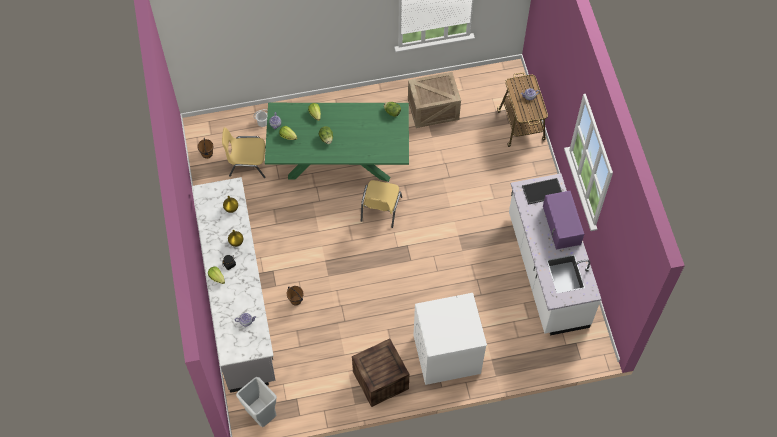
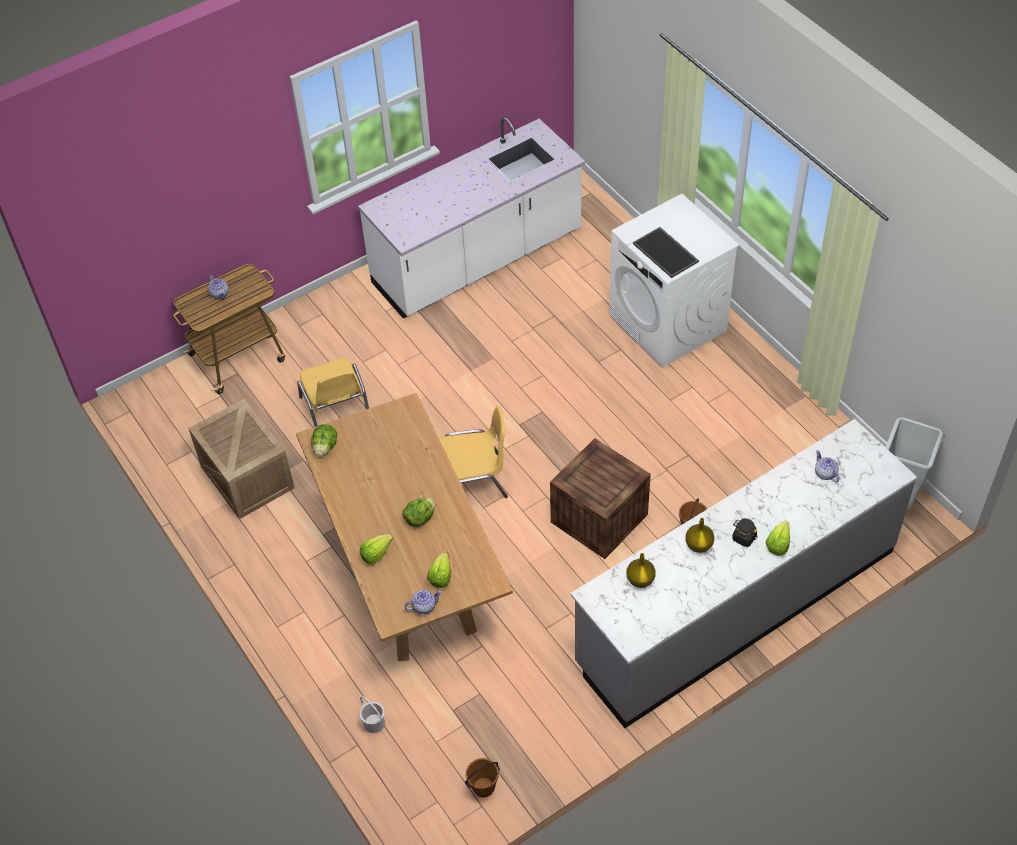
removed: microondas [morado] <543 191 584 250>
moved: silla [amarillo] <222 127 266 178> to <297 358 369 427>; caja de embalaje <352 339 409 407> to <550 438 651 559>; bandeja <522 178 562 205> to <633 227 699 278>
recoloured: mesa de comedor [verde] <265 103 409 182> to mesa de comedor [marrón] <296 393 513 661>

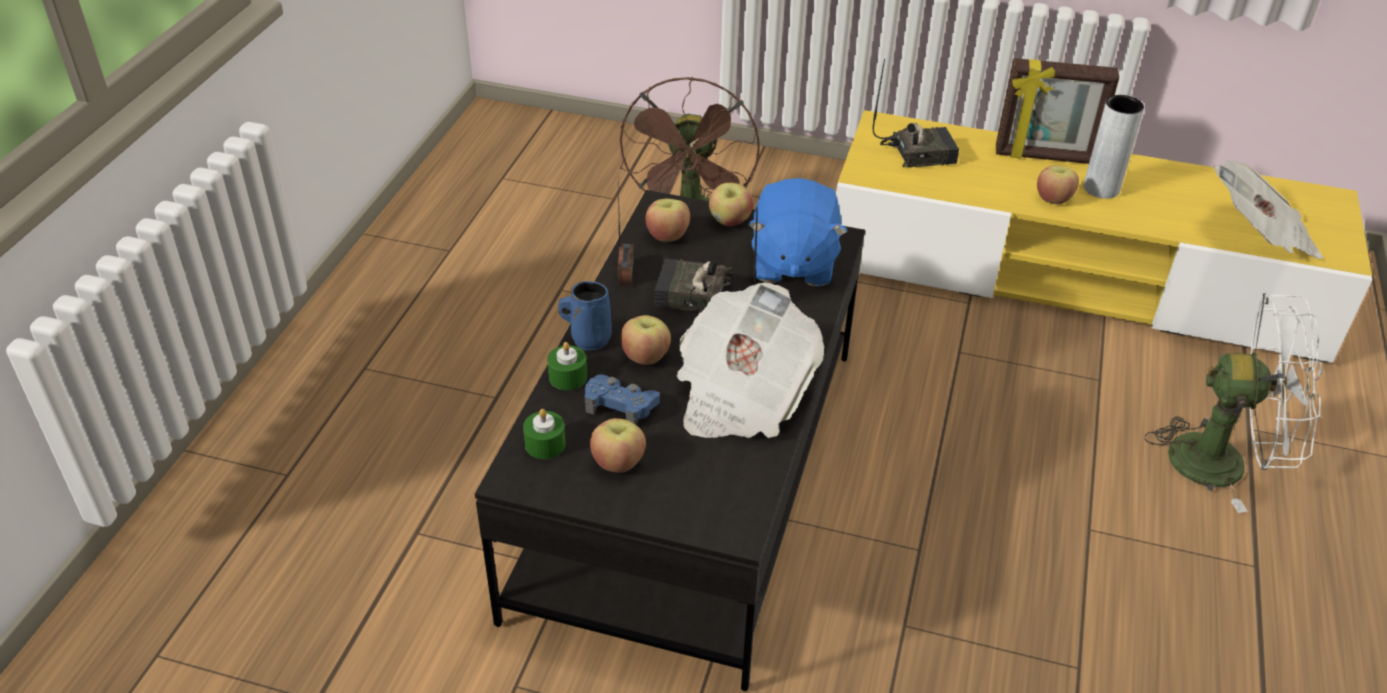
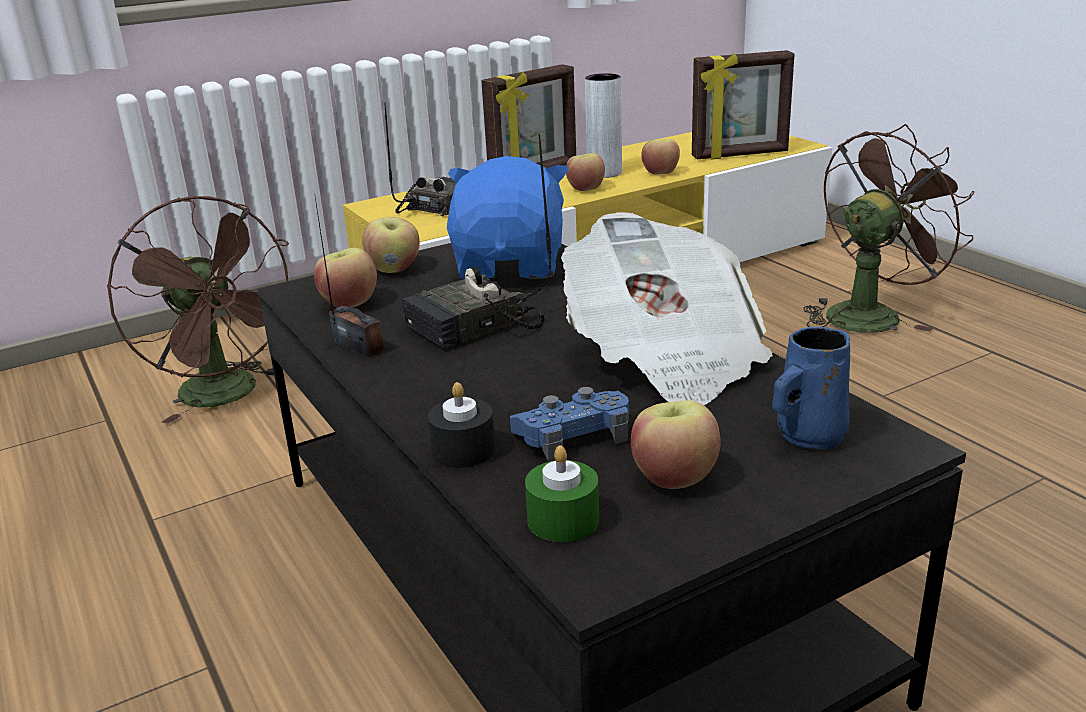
moved: taza grande [azul] <558 281 612 351> to <772 327 850 449>; manzana <621 315 671 365> to <641 139 680 175>
replaced: periódico <1214 160 1323 259> to portarretratos <692 50 794 160>
recoloured: vela [verde] <547 342 587 390> to vela [negro] <428 382 495 468>; ventilador [blanco] <1145 293 1323 513> to ventilador [marrón] <803 124 974 333>
turned: peluche [azul] <748 178 848 286> = <447 156 569 279> 135 degrees counterclockwise

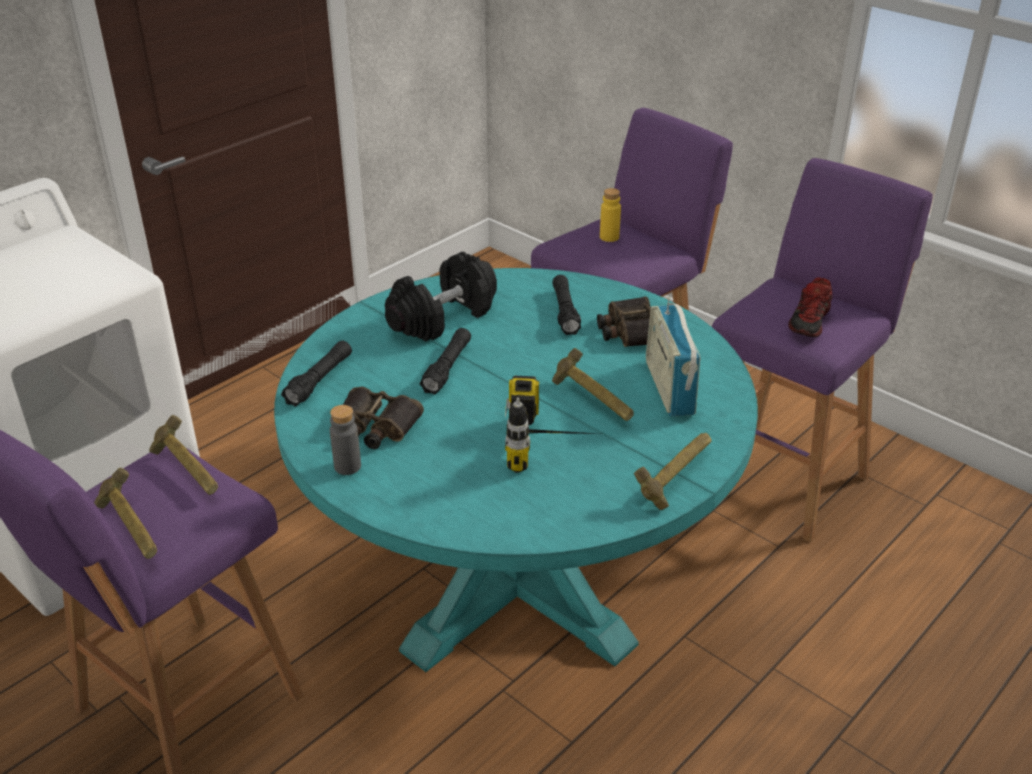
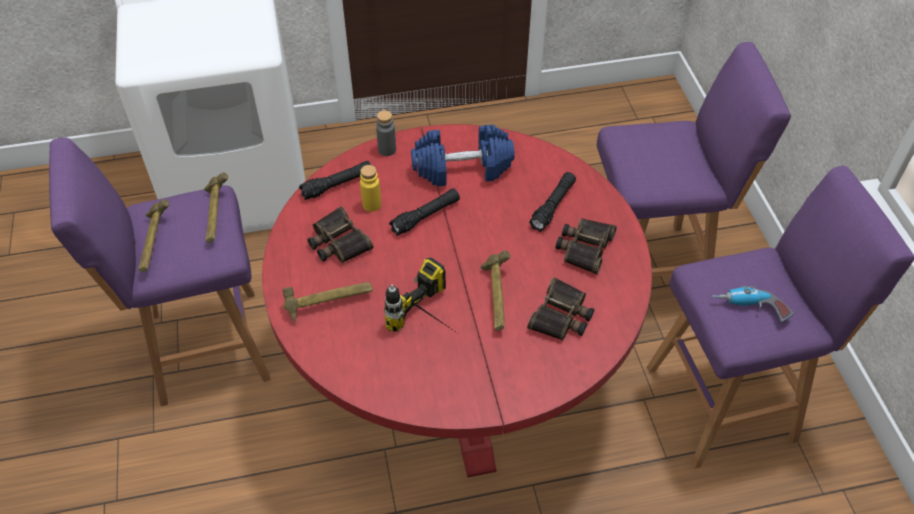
moved: botella [gris] <330 405 361 475> to <376 110 396 156>; botella [amarillo] <600 188 621 242> to <360 165 381 212>; martillo <634 433 712 510> to <283 282 372 322>
replaced: radio <646 297 701 417> to prismáticos <527 277 594 341>; zapato <788 277 832 337> to taladro <712 286 794 323>
recoloured: mesa de comedor [turquesa] <274 268 758 672> to mesa de comedor [rojo] <262 124 652 478>; mancuerna [negro] <385 252 497 341> to mancuerna [azul] <411 125 515 186>

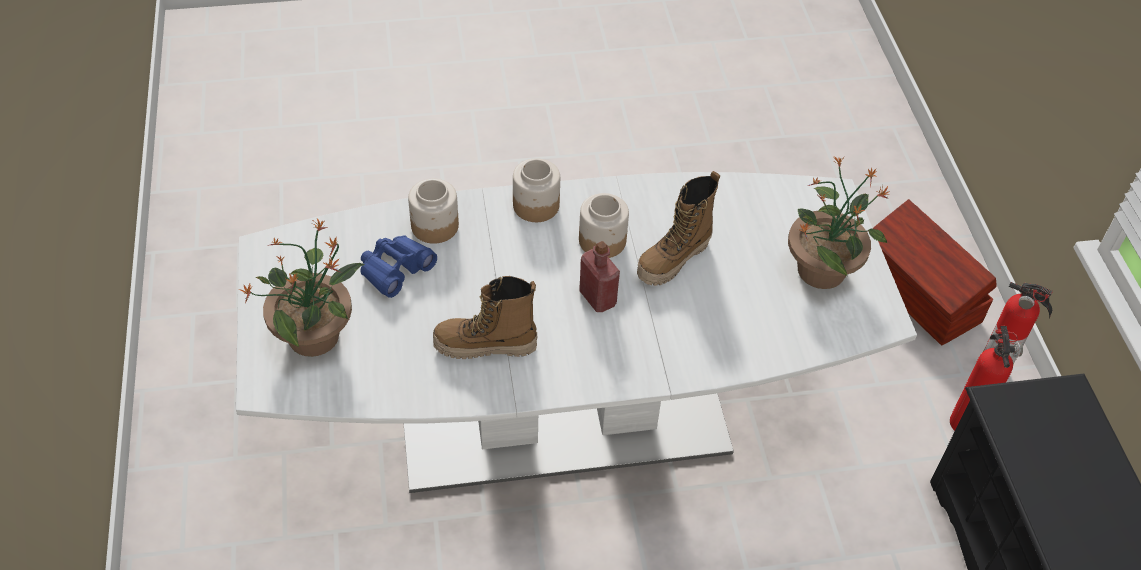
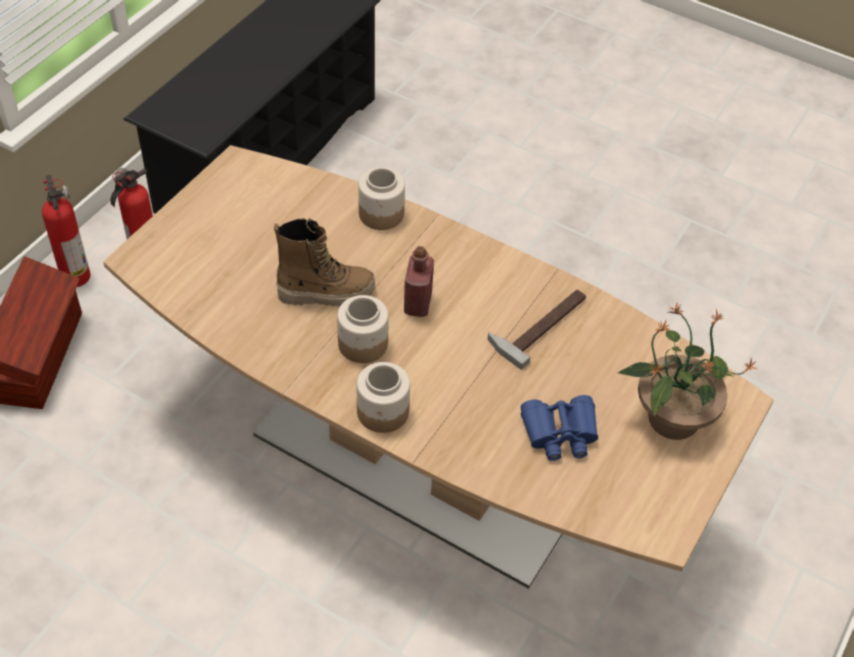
removed: planta en maceta <788 156 890 289>
moved: tarro <408 179 459 244> to <358 167 405 230>
replaced: bota <433 276 537 359> to martillo <487 290 586 370>
recoloured: mesa de comedor [blanco] <236 172 917 493> to mesa de comedor [marrón] <103 145 774 589>

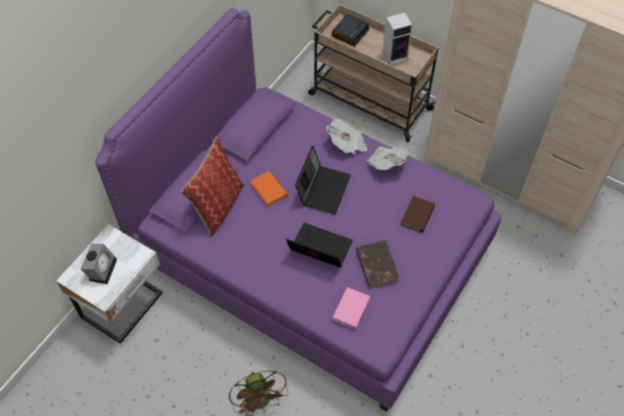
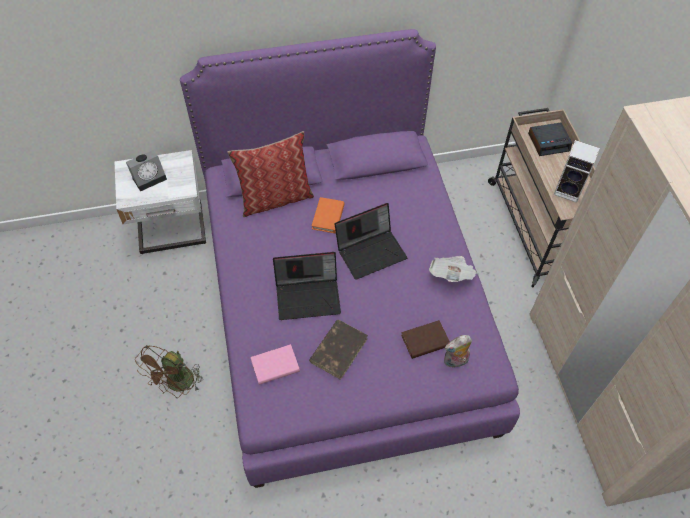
removed: periódico <326 119 368 154>
added: peluche <444 335 472 368>
turned: portátil <286 223 353 268> = <273 252 341 320> 105 degrees clockwise

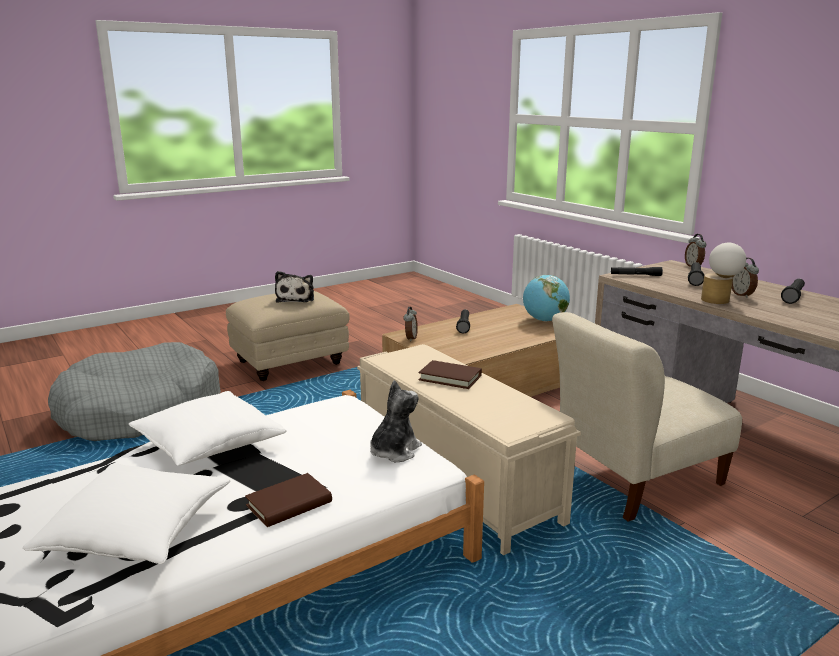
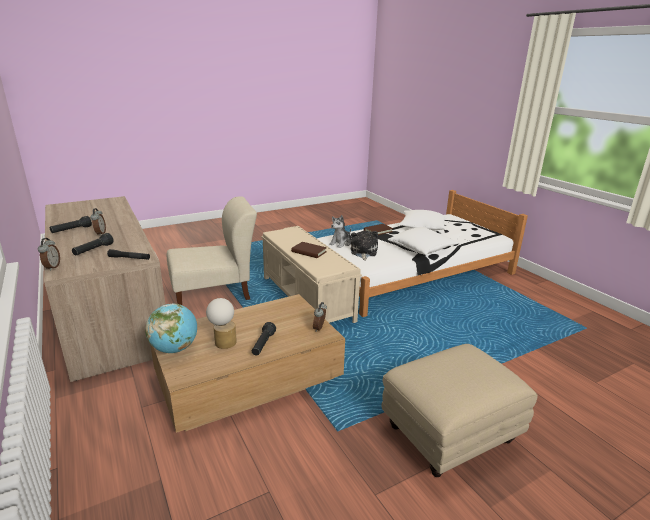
removed: cama para perro [gris] <48 342 221 441>
moved: peluche <275 271 314 302> to <351 231 378 260>; lámpara de mesa <701 243 746 304> to <206 298 237 349>

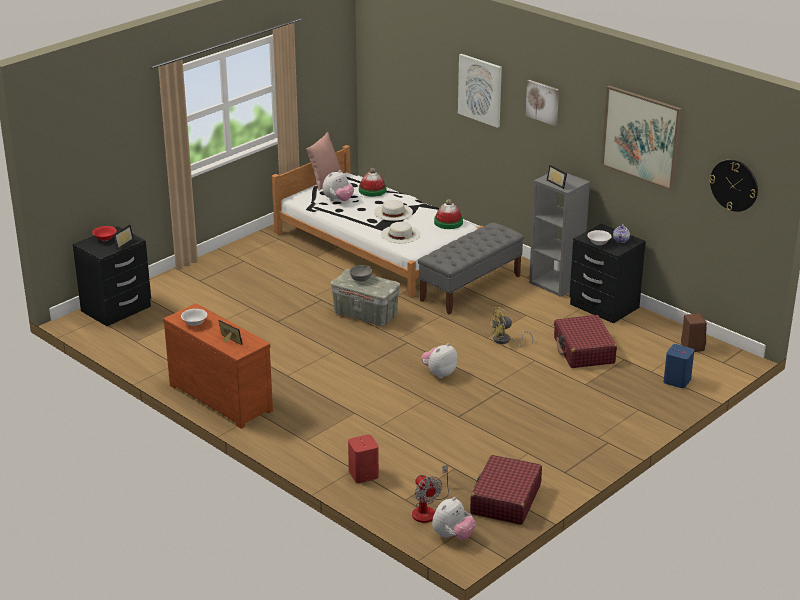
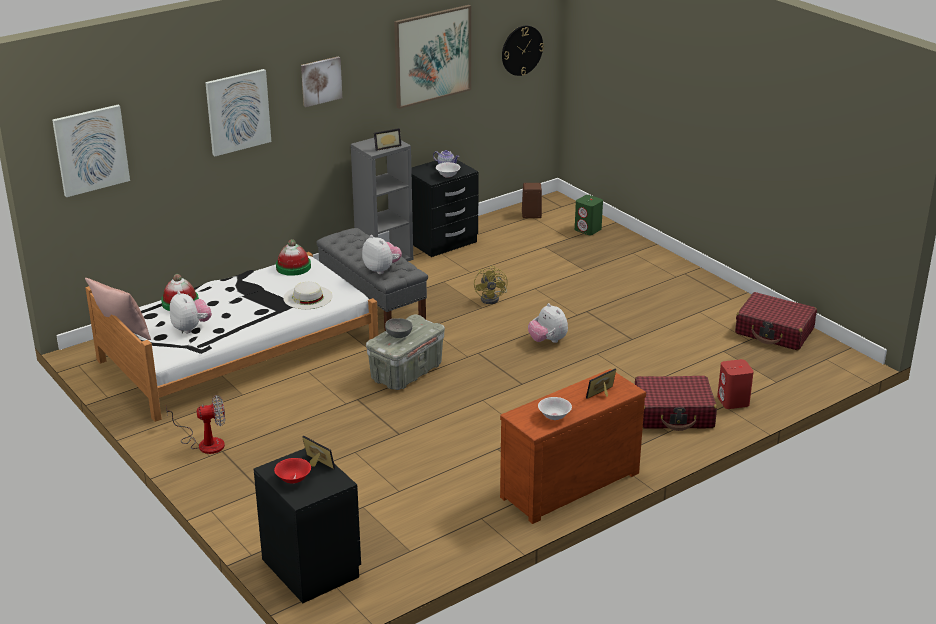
removed: sombrero [blanco] <374 200 413 221>
added: cuadro <52 105 130 197>
moved: ventilador <412 465 449 523> to <166 395 225 454>; peluche <432 497 476 540> to <362 235 402 274>; maleta [rojo] <554 315 617 368> to <635 376 717 431>
recoloured: altavoz [azul] <664 344 694 388> to altavoz [verde] <575 195 603 235>

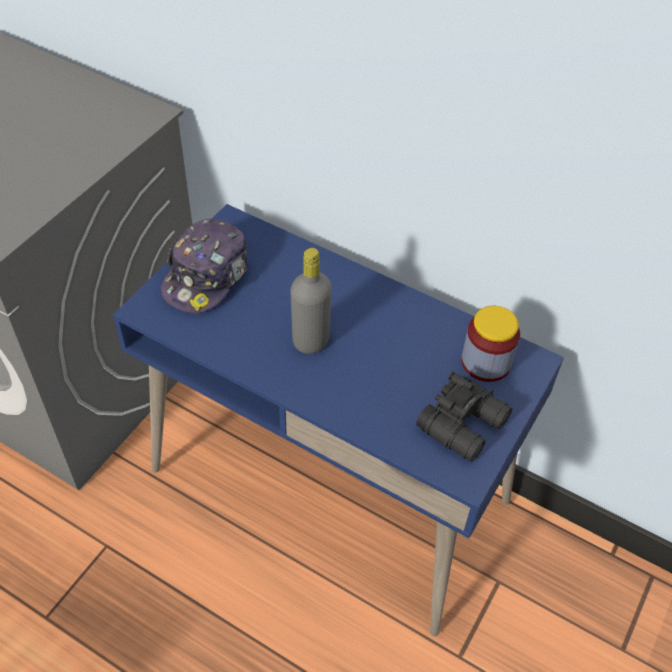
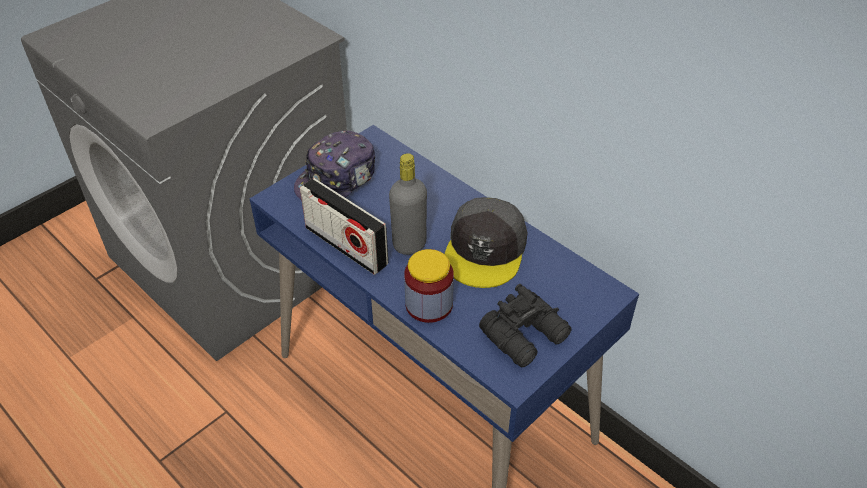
added: radio <300 178 388 275>; gorra [gris] <444 197 528 288>
moved: tarro <461 306 520 382> to <404 249 454 323>

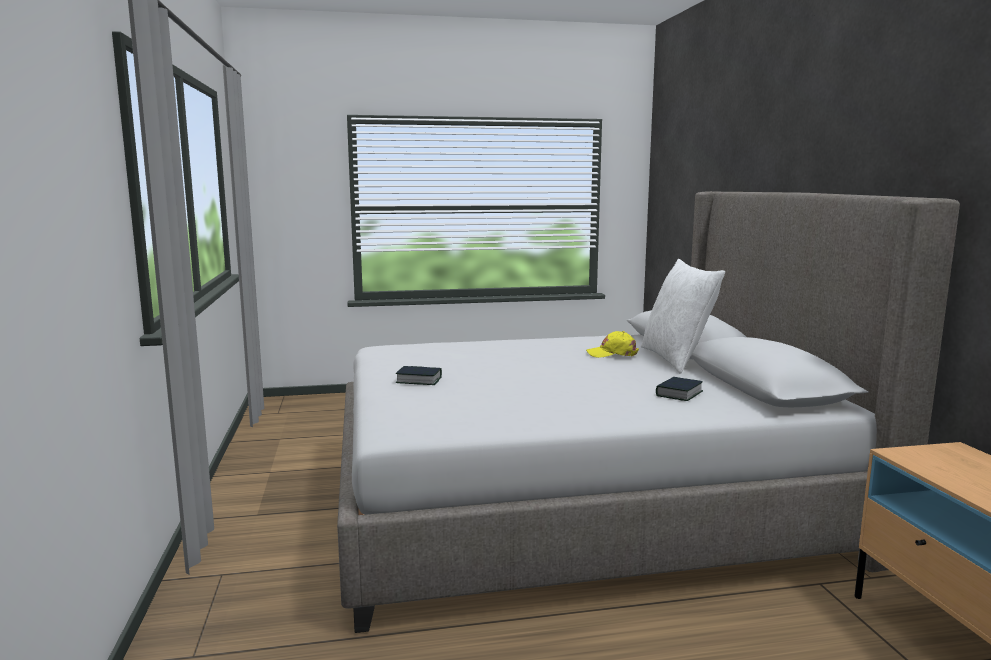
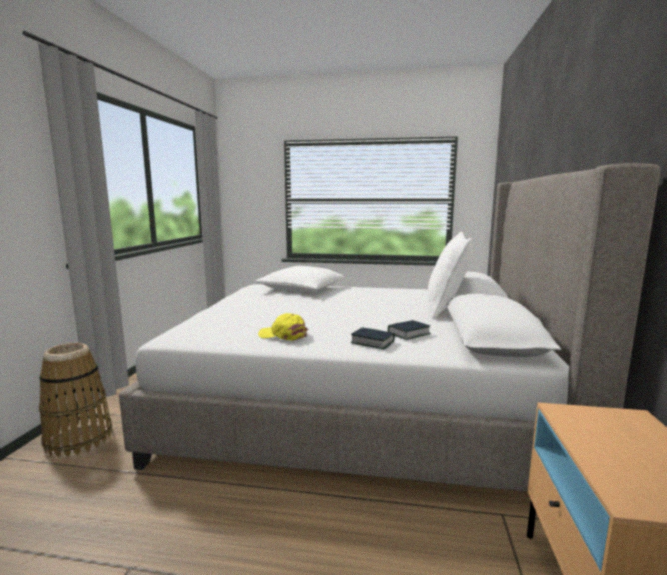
added: cesta <39 343 112 457>; cojín [blanco] <255 266 345 293>
moved: libro <396 366 442 385> to <351 327 395 349>; gorra [amarillo] <586 331 639 358> to <258 313 308 341>

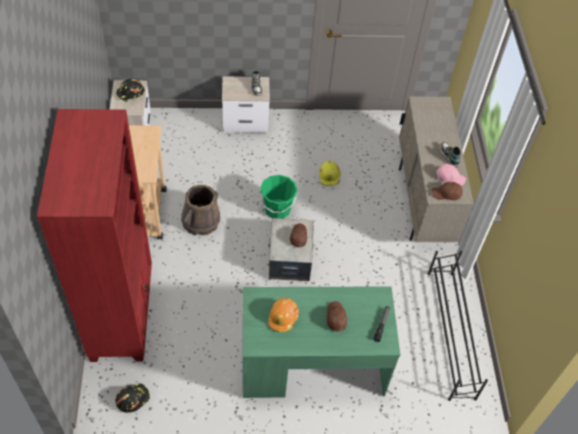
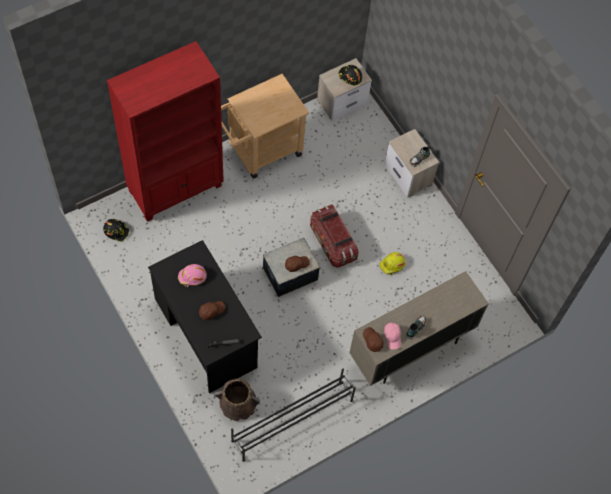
moved: cubo [marrón] <181 185 220 235> to <214 379 260 421>
replaced: cubo [verde] <259 175 298 219> to caja de almacenaje <310 204 359 268>
recoloured: escritorio [verde] <243 286 400 398> to escritorio [negro] <148 240 262 393>; casco [naranja] <268 298 299 332> to casco [rosa] <178 264 207 287>

